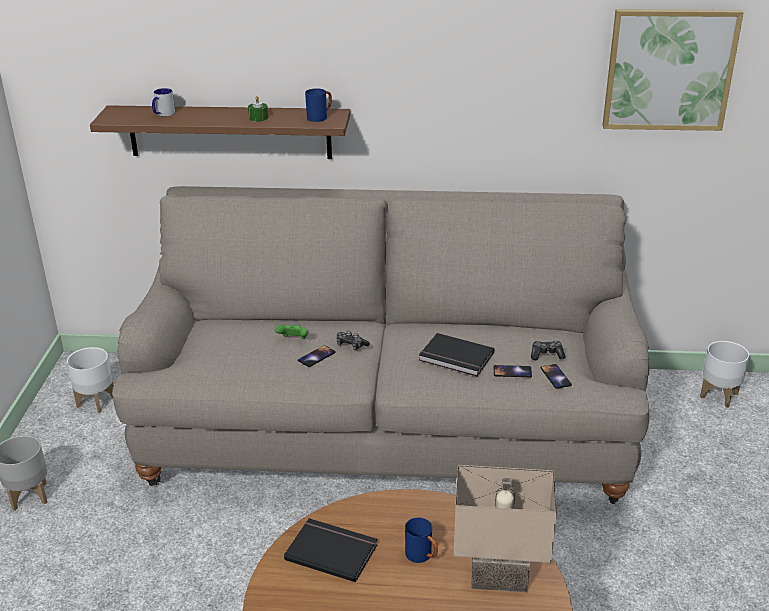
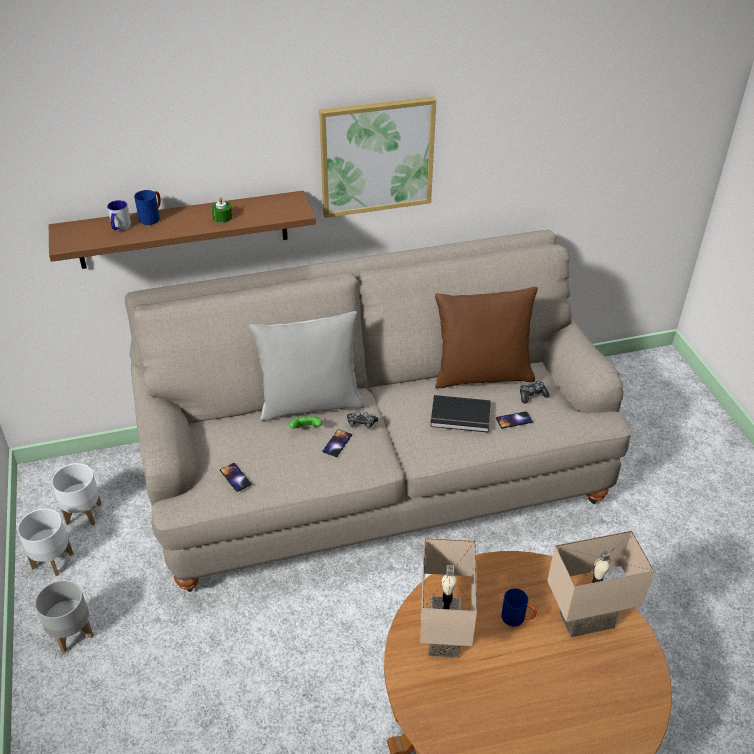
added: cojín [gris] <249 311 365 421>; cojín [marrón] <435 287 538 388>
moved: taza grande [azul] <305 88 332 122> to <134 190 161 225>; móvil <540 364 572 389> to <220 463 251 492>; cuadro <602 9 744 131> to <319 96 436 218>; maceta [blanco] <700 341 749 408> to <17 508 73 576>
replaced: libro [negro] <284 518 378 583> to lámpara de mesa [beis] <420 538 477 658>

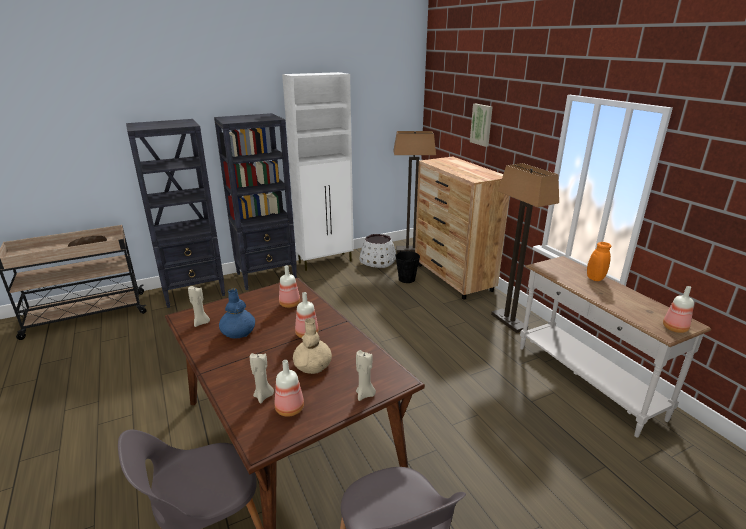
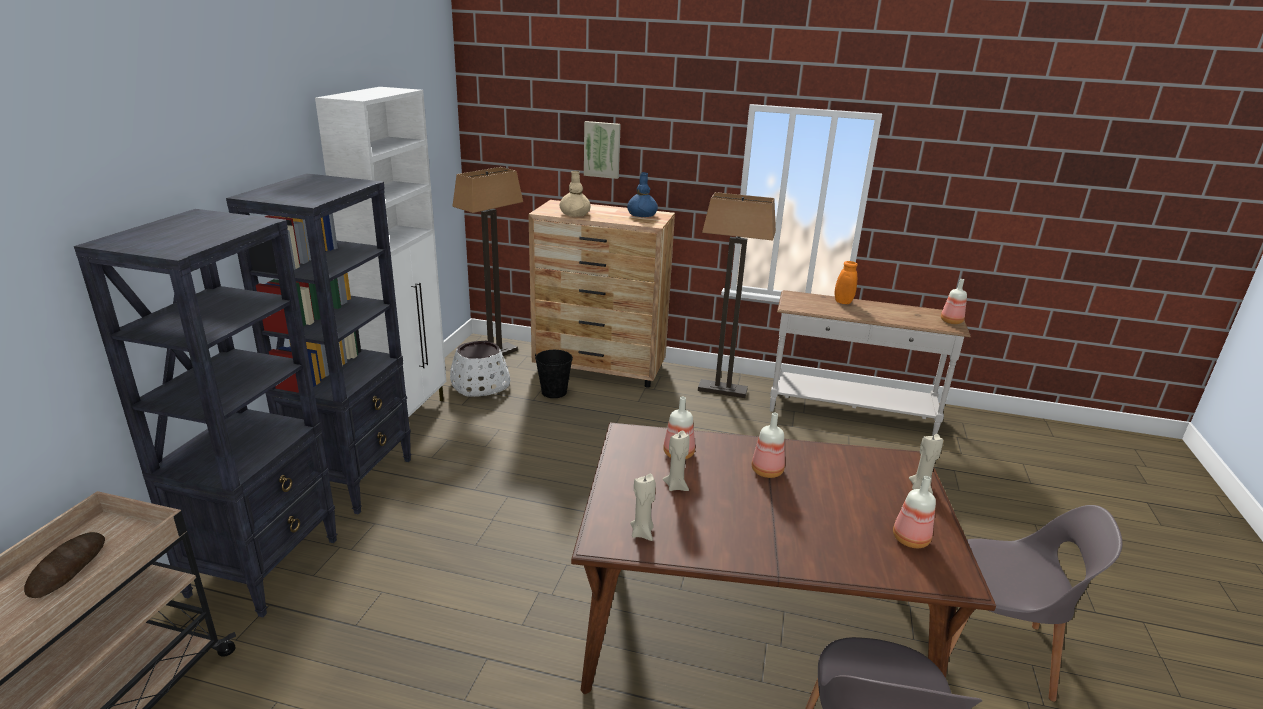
moved: florero [azul] <219 288 255 339> to <627 172 658 217>; vela [beis] <250 352 274 404> to <663 430 690 491>; florero [beis] <293 318 332 374> to <560 171 591 217>

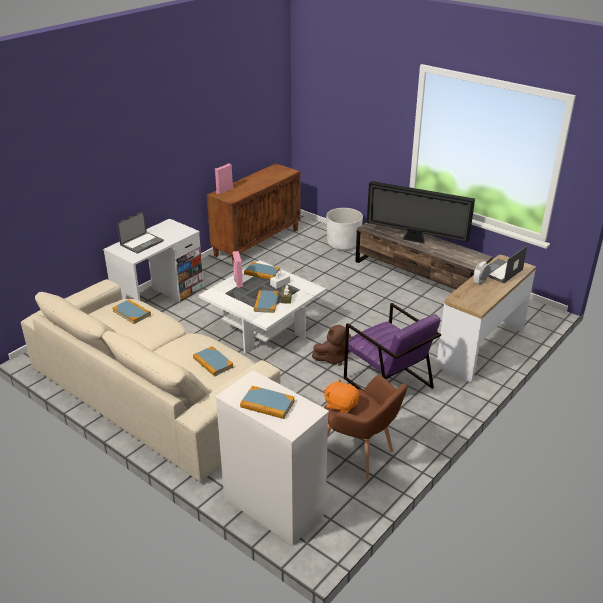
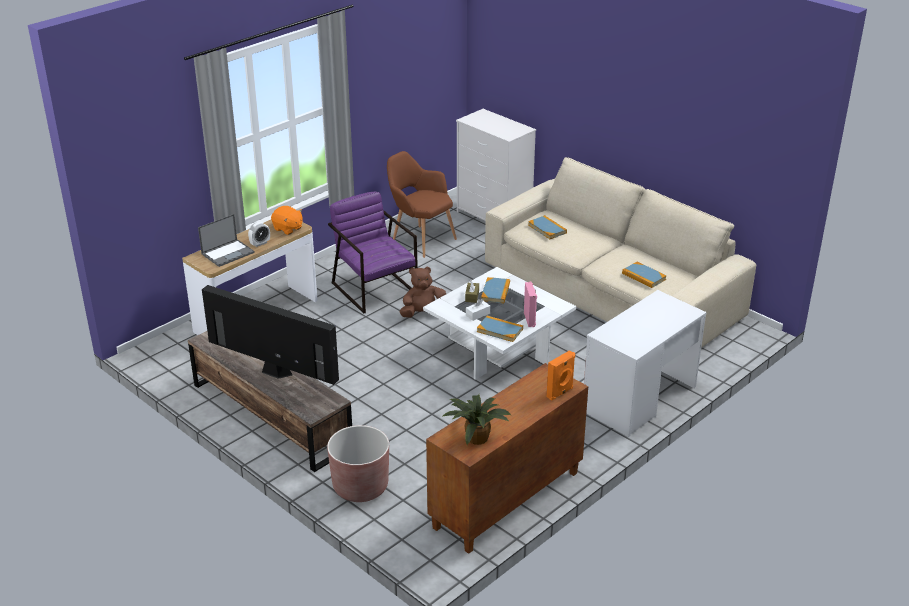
removed: portátil <117 211 164 254>; libro <240 386 295 419>
added: planta en maceta <443 394 511 445>
moved: peluche [naranja] <324 379 359 413> to <271 206 303 235>
recoloured: altavoz [rosa] <215 163 233 194> to altavoz [naranja] <547 350 575 401>; maceta [blanco] <326 208 363 251> to maceta [marrón] <327 425 389 502>

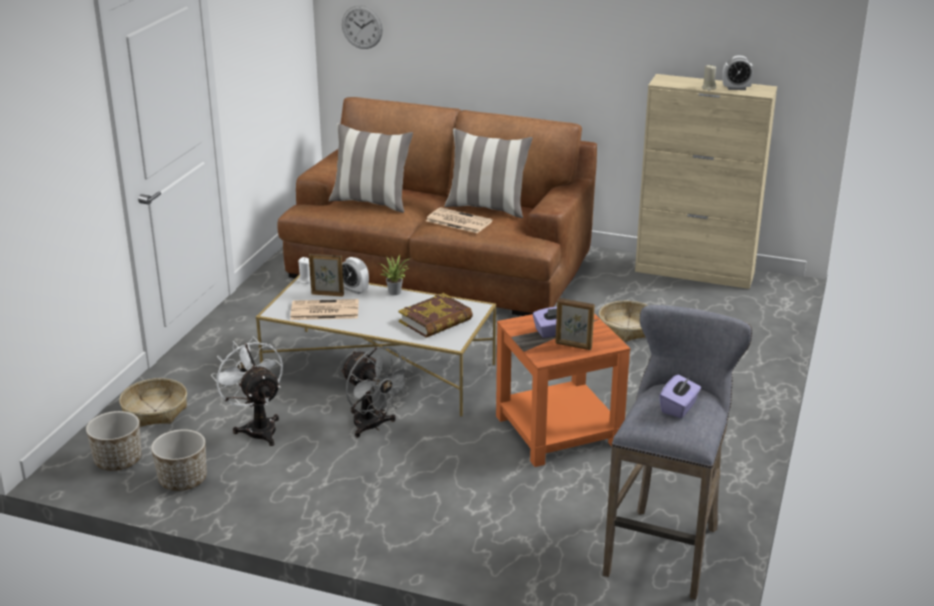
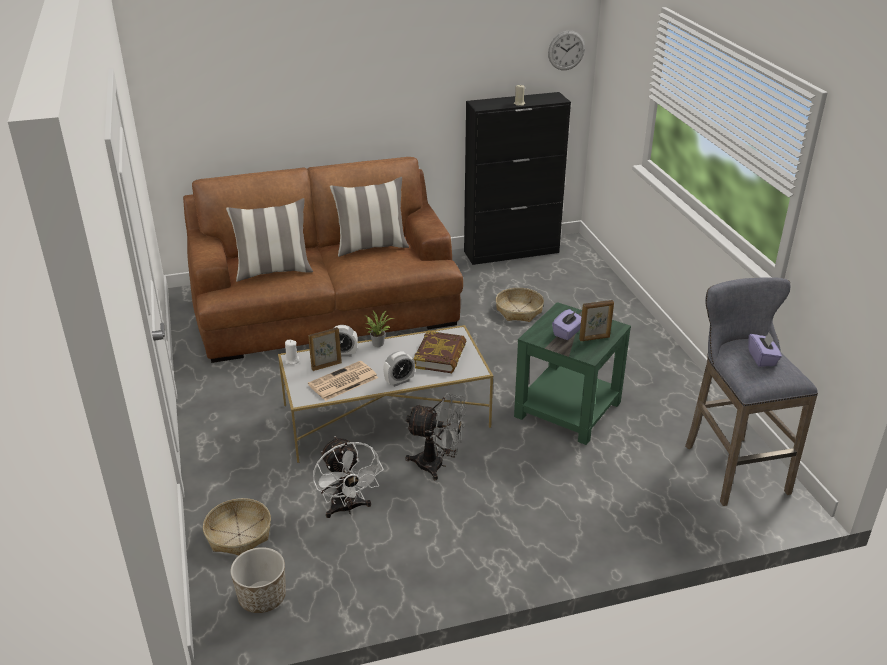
removed: maceta <151 429 207 491>; periódico <426 207 493 233>
moved: reloj de pared <342 5 383 49> to <548 31 585 70>; despertador <722 56 754 90> to <383 351 415 387>
recoloured: mesa auxiliar [naranja] <496 313 630 467> to mesa auxiliar [verde] <514 302 631 445>; armario [beis] <635 74 777 289> to armario [negro] <464 92 571 265>
turned: ventilador [blanco] <211 336 283 446> = <313 436 384 518> 135 degrees counterclockwise

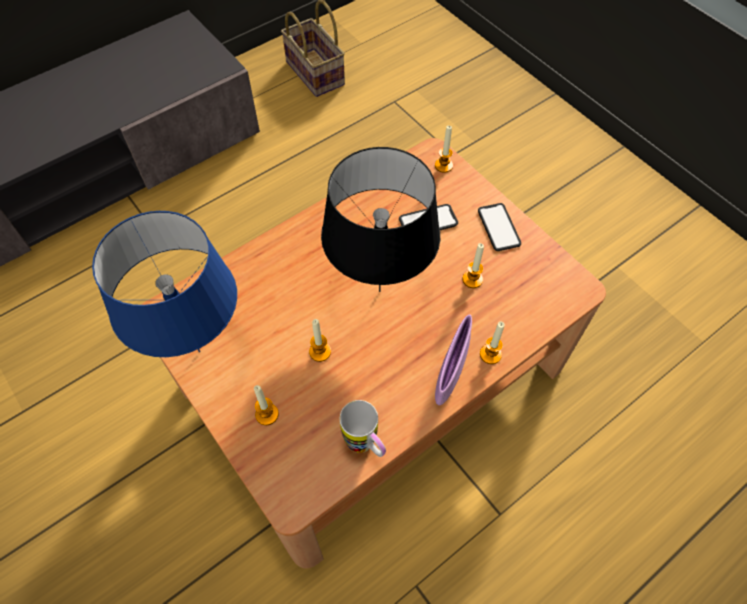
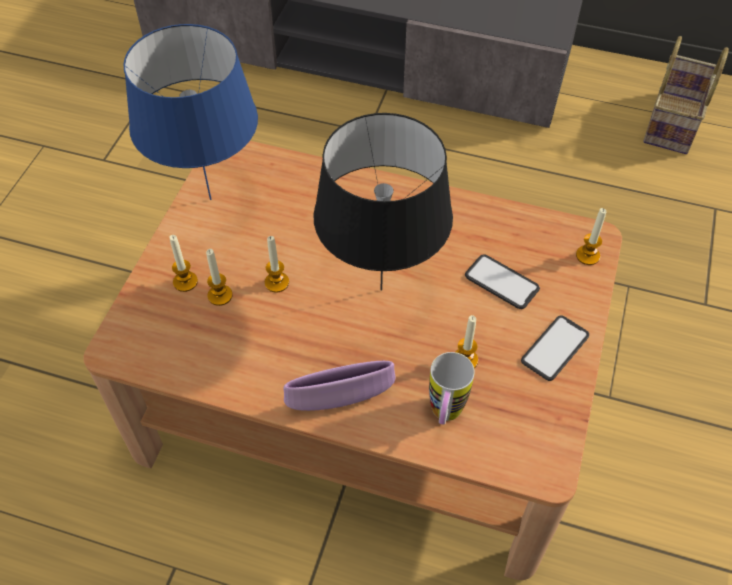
moved: taza grande <340 400 386 457> to <429 352 475 424>; vela <480 321 504 364> to <206 249 233 306>

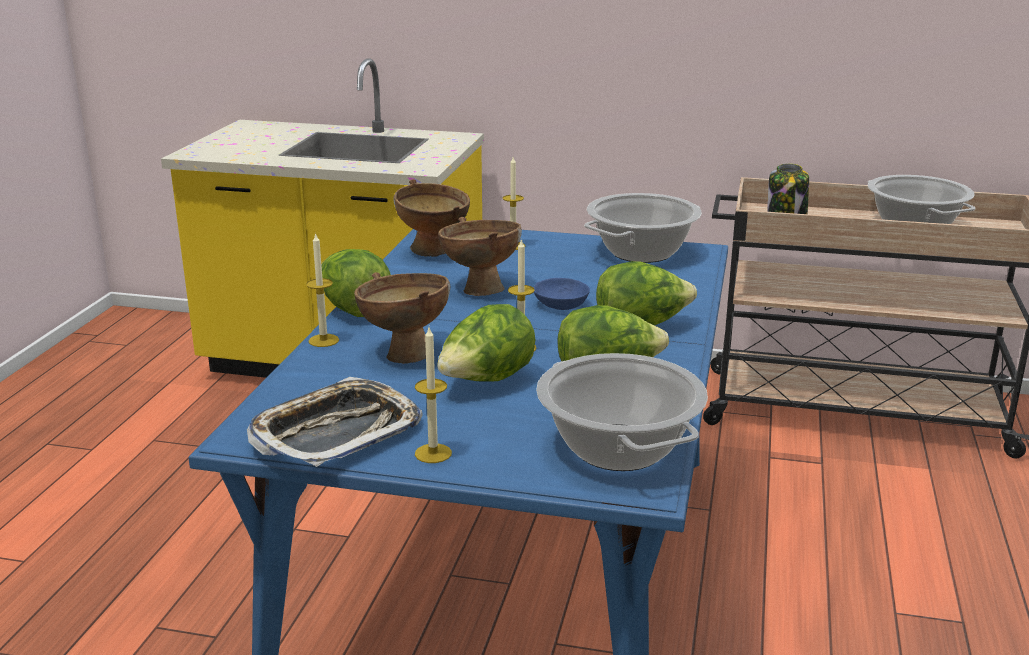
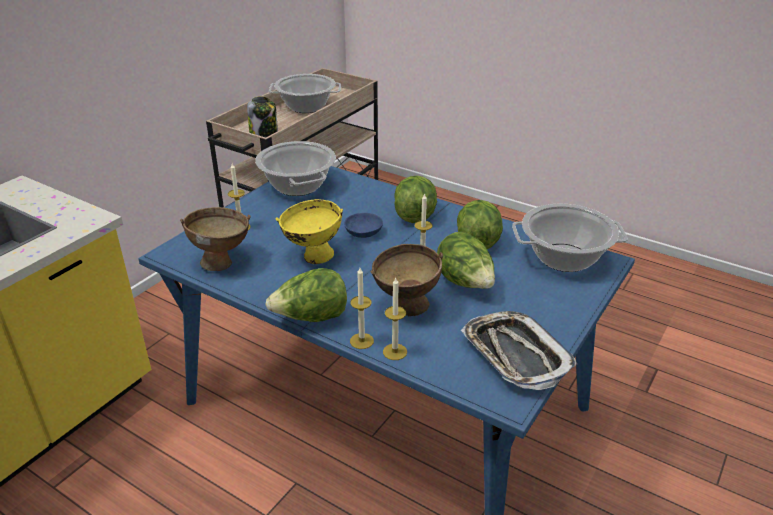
moved: vela <415 327 452 463> to <383 278 407 360>
recoloured: cuenco [marrón] <438 217 522 296> to cuenco [amarillo] <276 199 343 264>

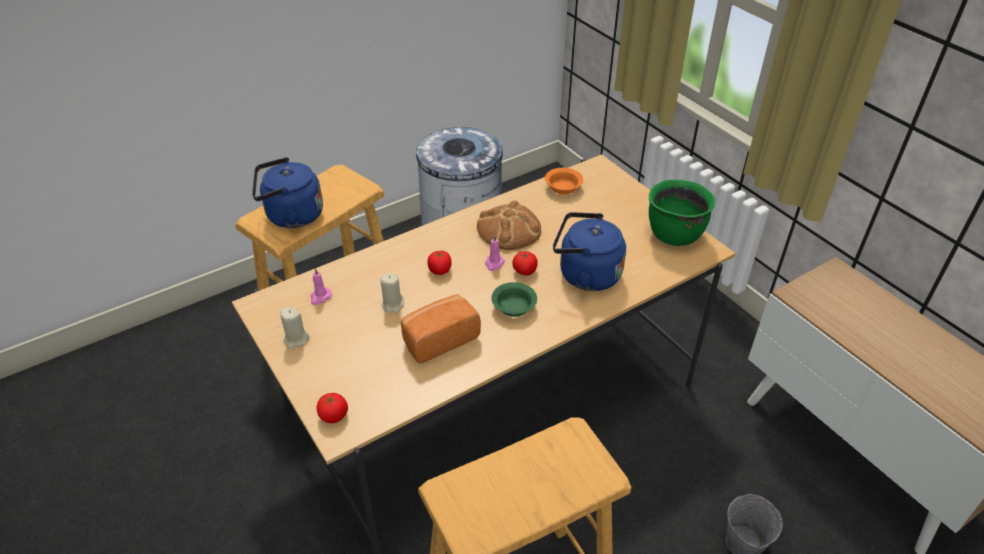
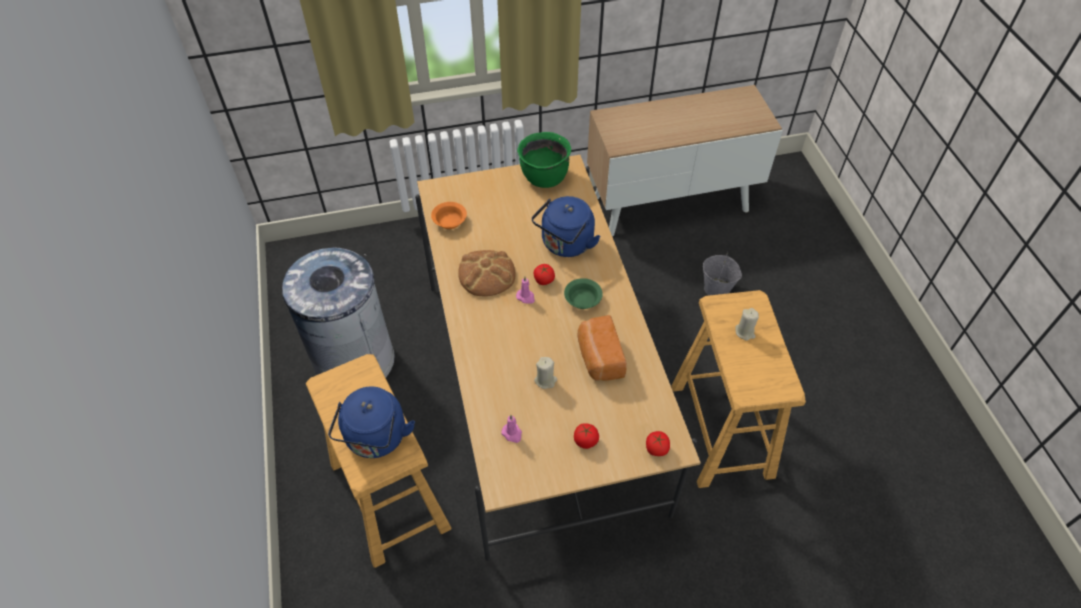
moved: vela [beis] <280 307 309 349> to <735 308 759 341>; tomate <427 251 452 275> to <574 423 599 449>

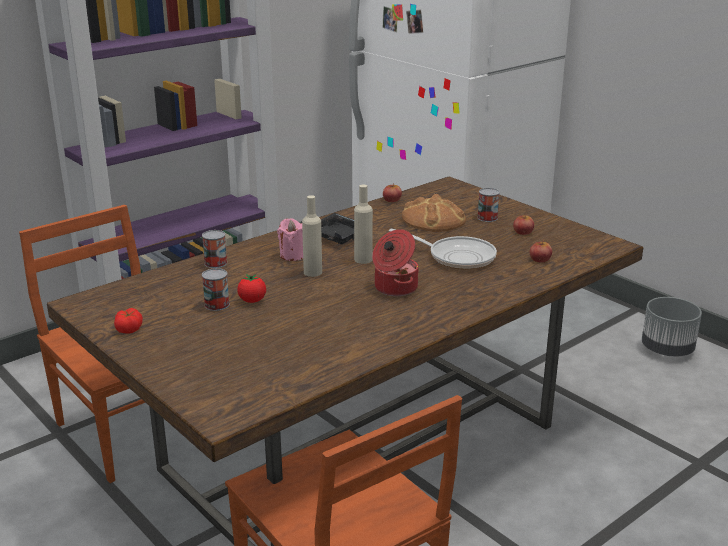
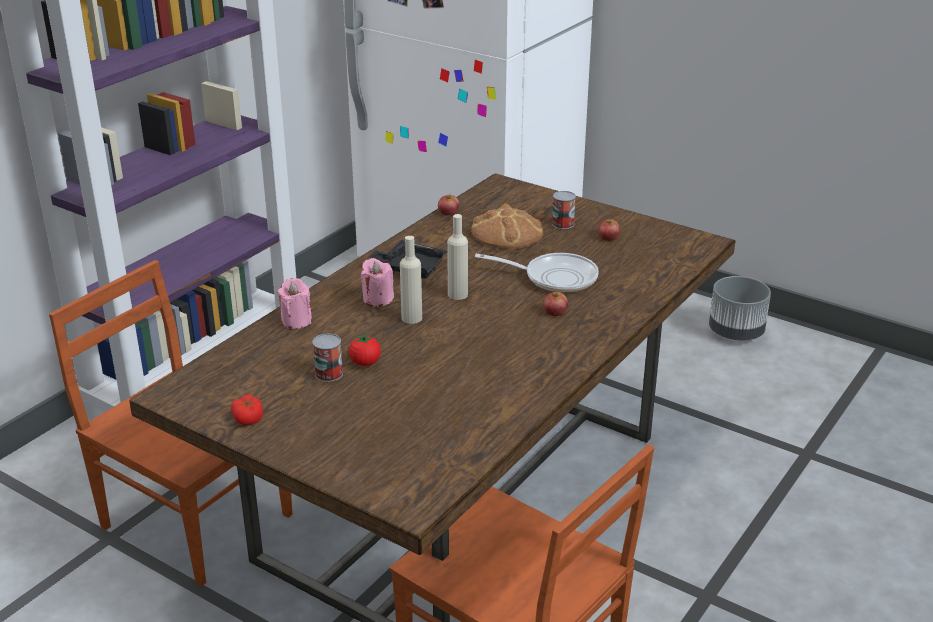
removed: olla <372 229 419 296>
moved: manzana <530 240 552 262> to <543 290 568 316>
replaced: lata <202 230 227 268> to vela [rosa] <277 278 312 329>

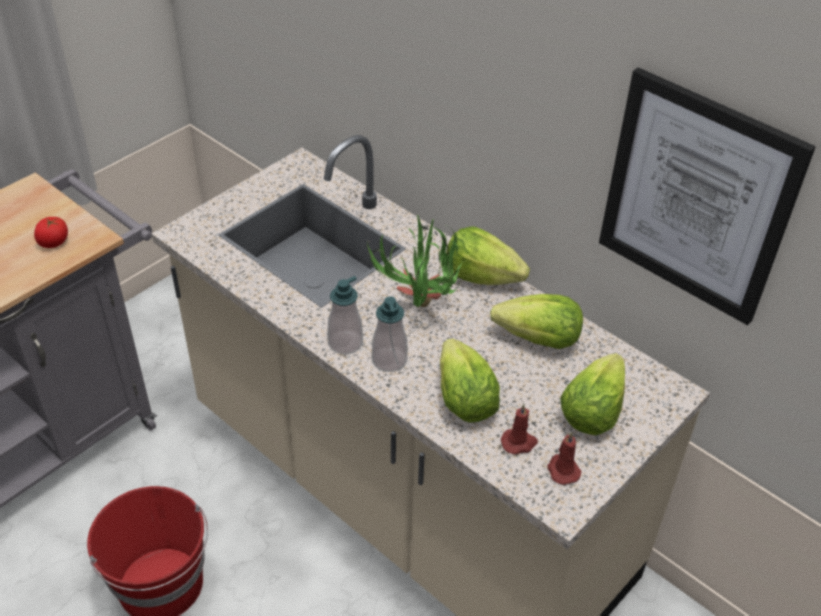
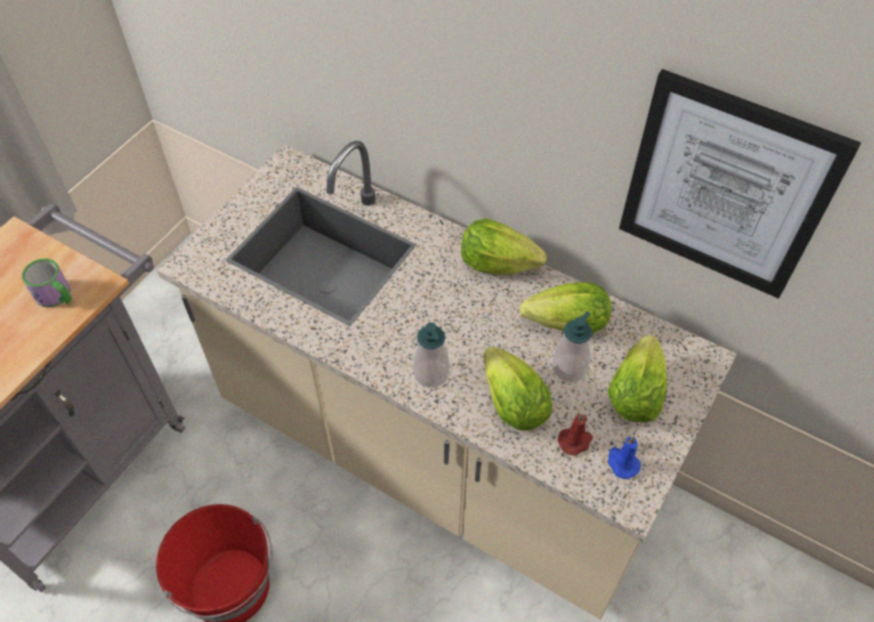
removed: planta en maceta <367 215 467 307>
moved: dispensador de jabón <327 276 363 355> to <552 311 592 382>
replaced: tomate <34 217 68 248> to taza grande <22 258 72 308>
recoloured: vela [rojo] <547 432 582 485> to vela [azul] <608 436 641 479>

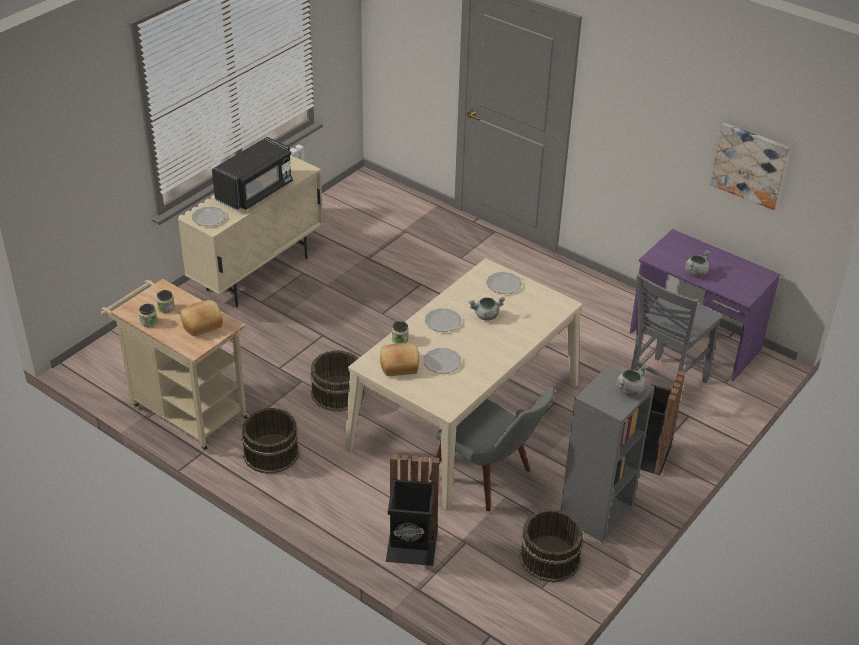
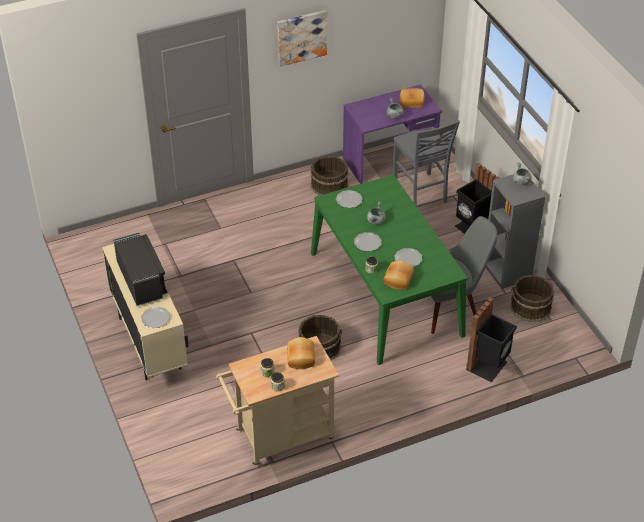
added: pan <400 88 425 108>
moved: cubo [marrón] <241 408 299 474> to <311 156 348 196>; cuadro <710 123 790 210> to <277 10 327 67>
recoloured: mesa de comedor [beis] <345 258 582 510> to mesa de comedor [verde] <311 175 467 365>

